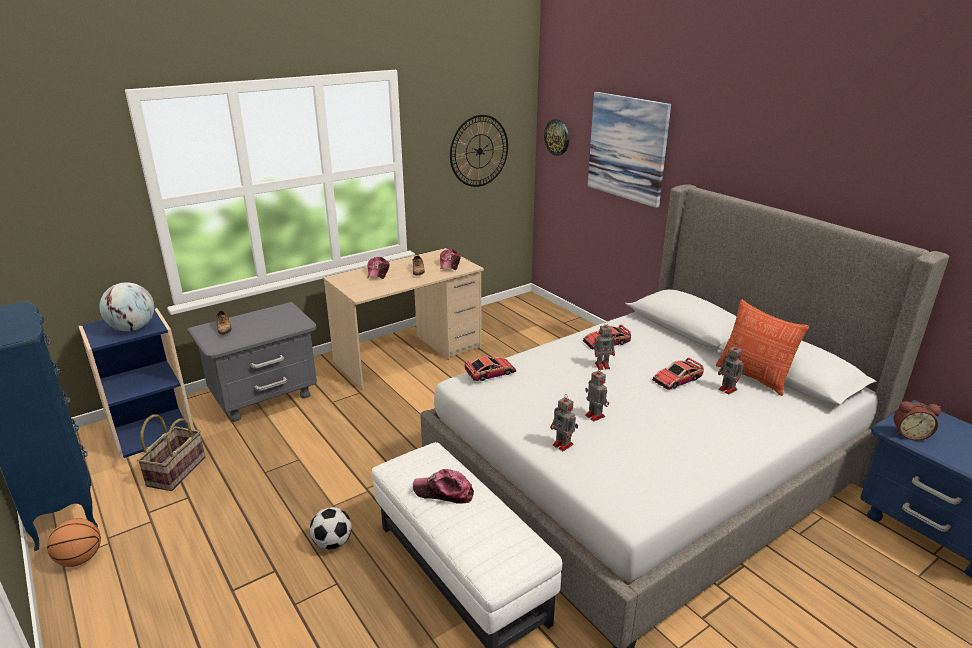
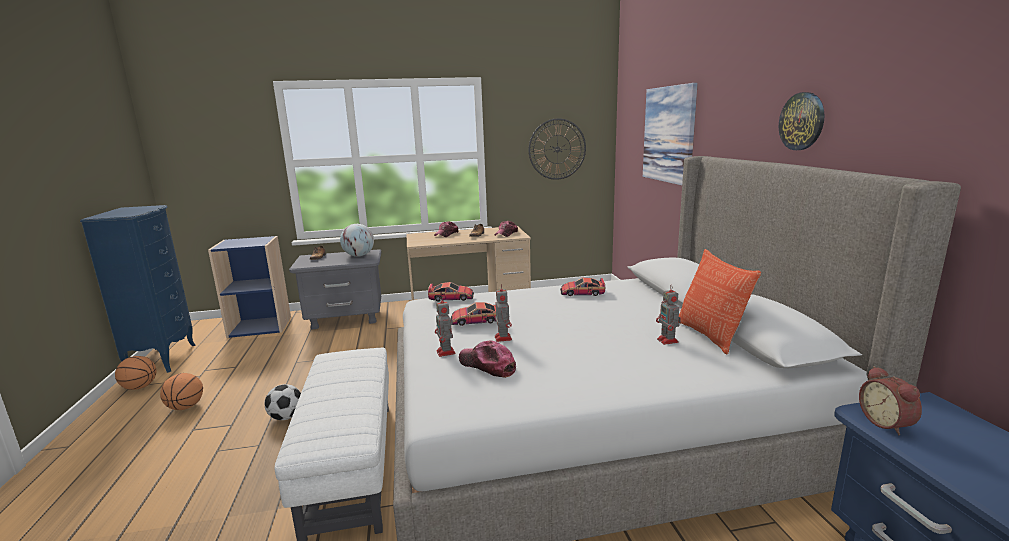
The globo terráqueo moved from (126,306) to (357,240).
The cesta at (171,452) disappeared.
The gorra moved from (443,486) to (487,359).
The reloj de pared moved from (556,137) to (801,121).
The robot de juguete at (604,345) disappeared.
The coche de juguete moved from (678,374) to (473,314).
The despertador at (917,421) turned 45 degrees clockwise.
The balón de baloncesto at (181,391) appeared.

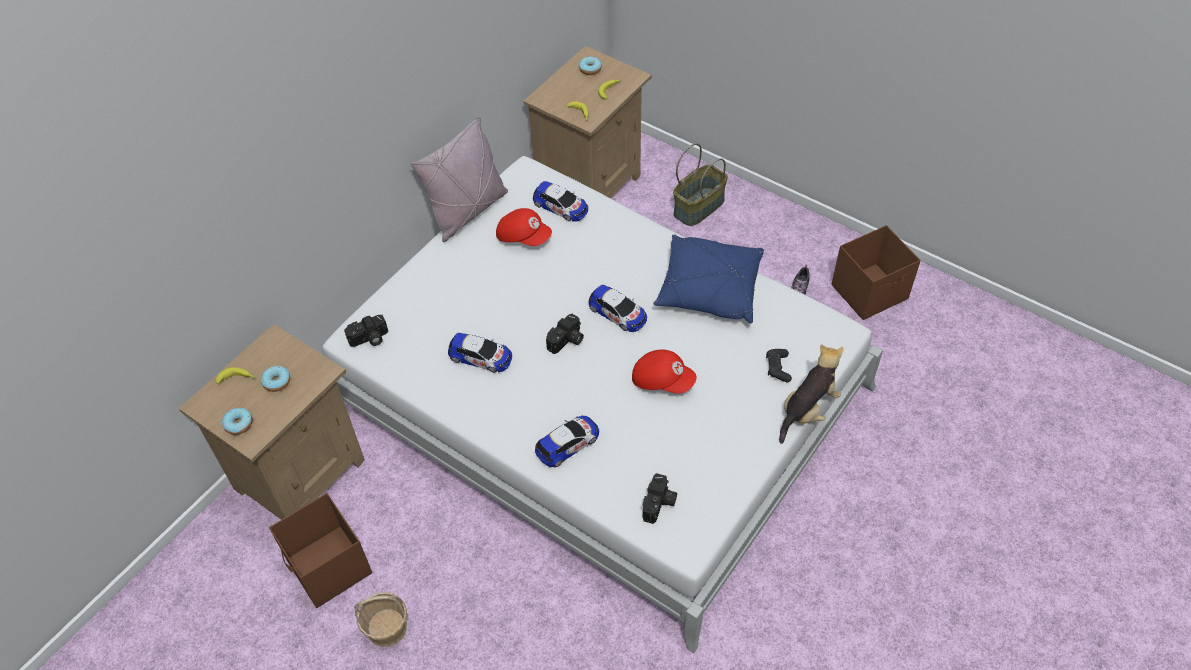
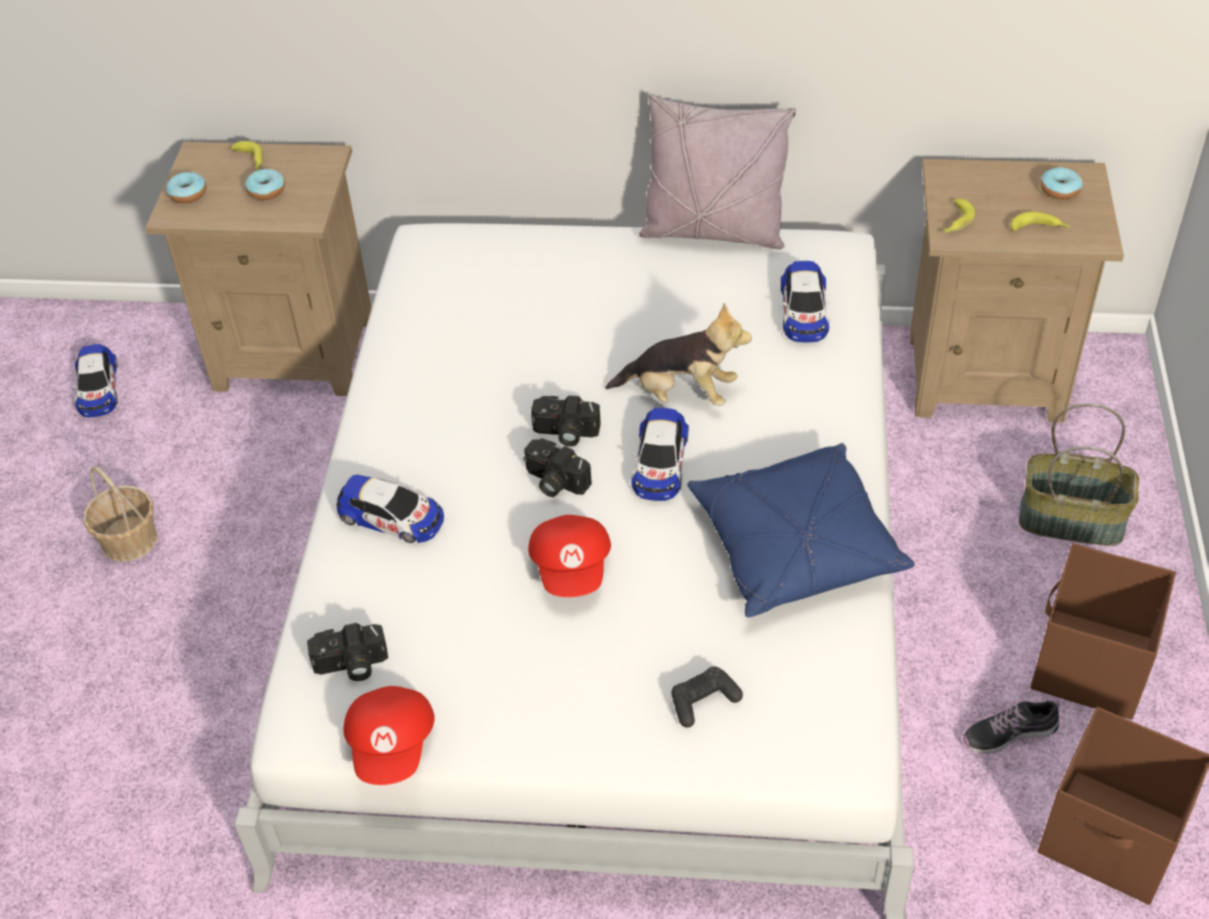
The caja de almacenaje [marrón] moved from (320,550) to (1103,631).
The cámara moved from (366,331) to (557,467).
The coche de juguete moved from (480,353) to (95,381).
The gorra [rojo] moved from (524,227) to (389,735).
The peluche moved from (811,394) to (678,354).

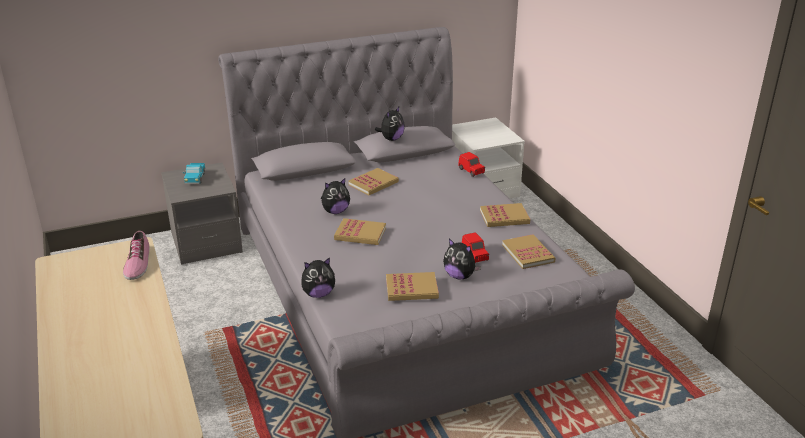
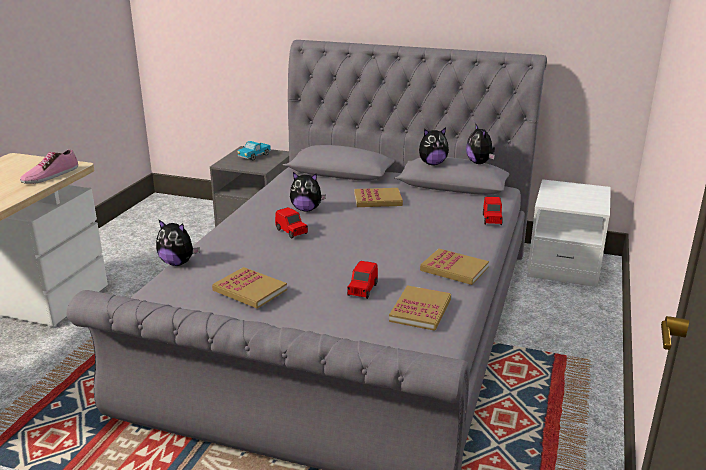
The libro at (360,231) was replaced by the coche de juguete [rojo] at (291,222).
The peluche moved from (462,259) to (480,143).

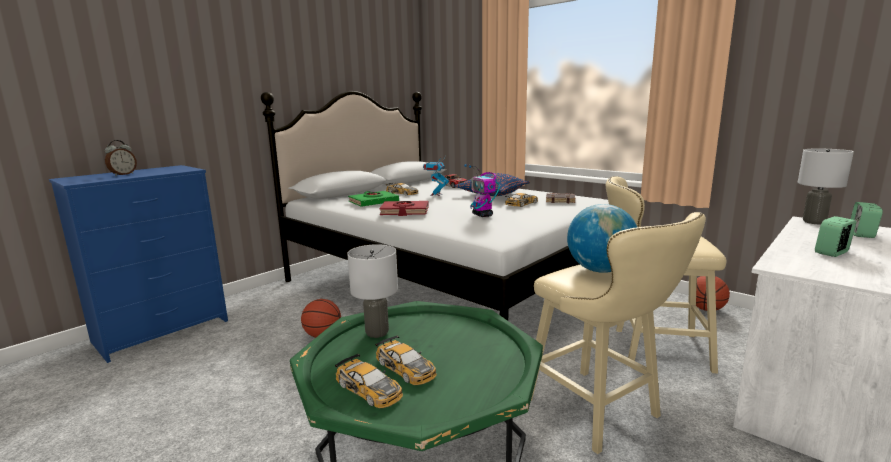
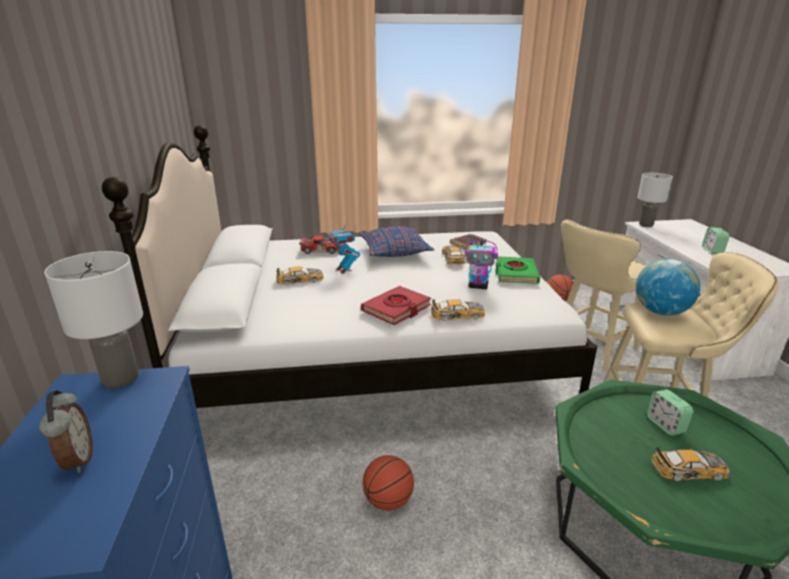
The coche de juguete moved from (369,381) to (458,310).
The lámpara de mesa [blanco] moved from (372,291) to (93,319).
The libro [verde] moved from (373,199) to (517,270).
The despertador moved from (867,220) to (669,412).

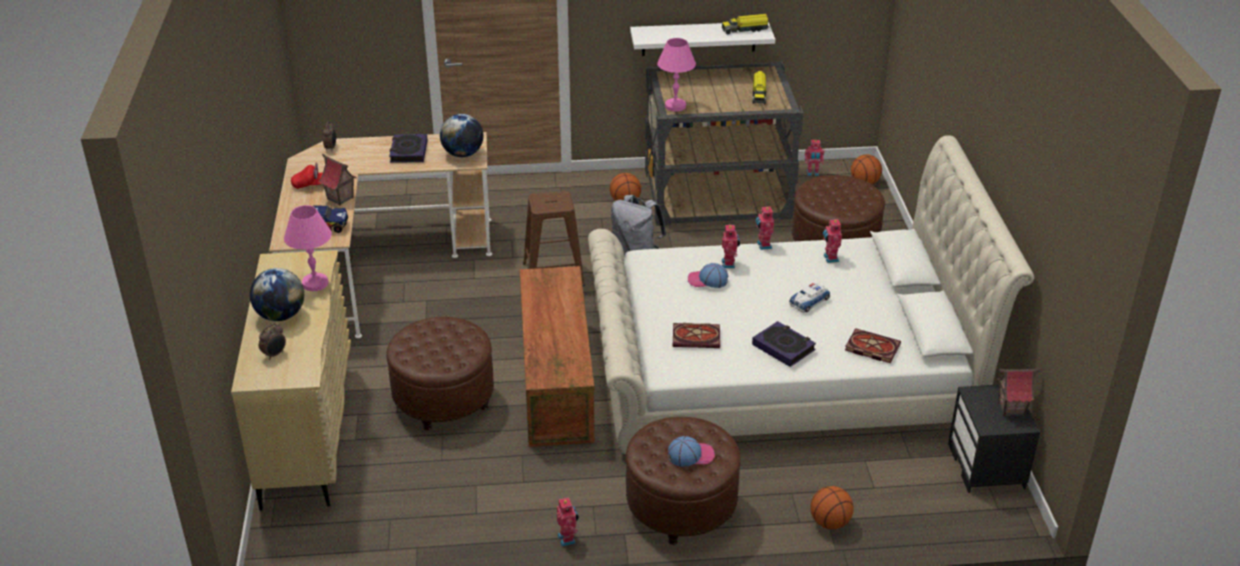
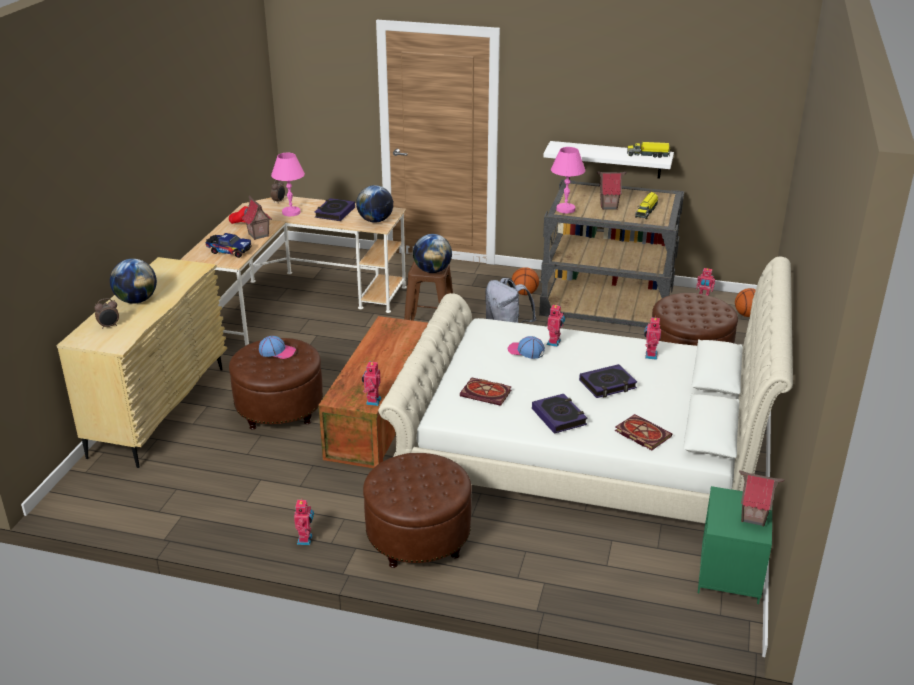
The lámpara de mesa [rosa] moved from (308,248) to (288,184).
The gorra moved from (691,451) to (277,347).
The robot de juguete moved from (765,228) to (372,383).
The coche de juguete at (810,297) was replaced by the libro at (608,381).
The balón de baloncesto at (832,507) disappeared.
The mesita de noche [negro] at (994,439) became the mesita de noche [verde] at (735,545).
The globo terráqueo at (432,253) appeared.
The casita at (611,191) appeared.

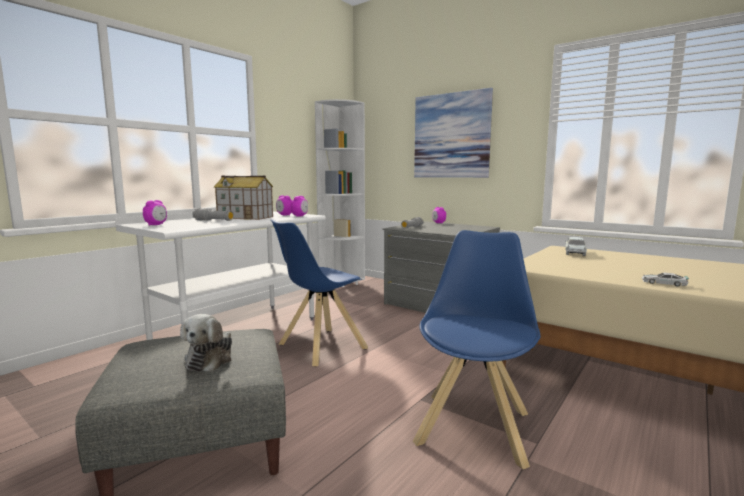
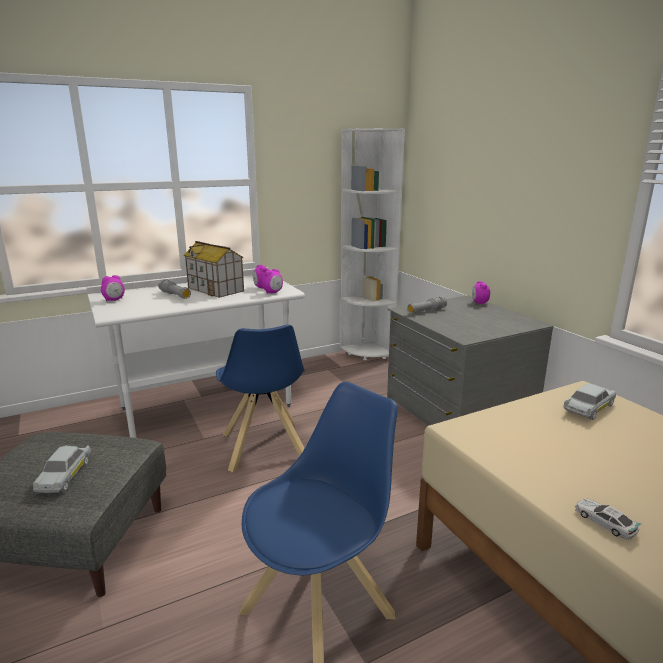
The peluche at (206,343) was replaced by the coche de juguete [blanco] at (62,469).
The silla [azul] at (319,293) turned 90 degrees counterclockwise.
The cuadro at (453,133) disappeared.

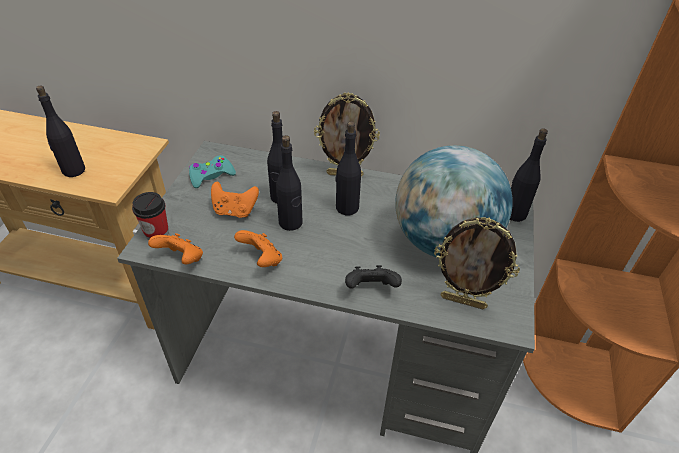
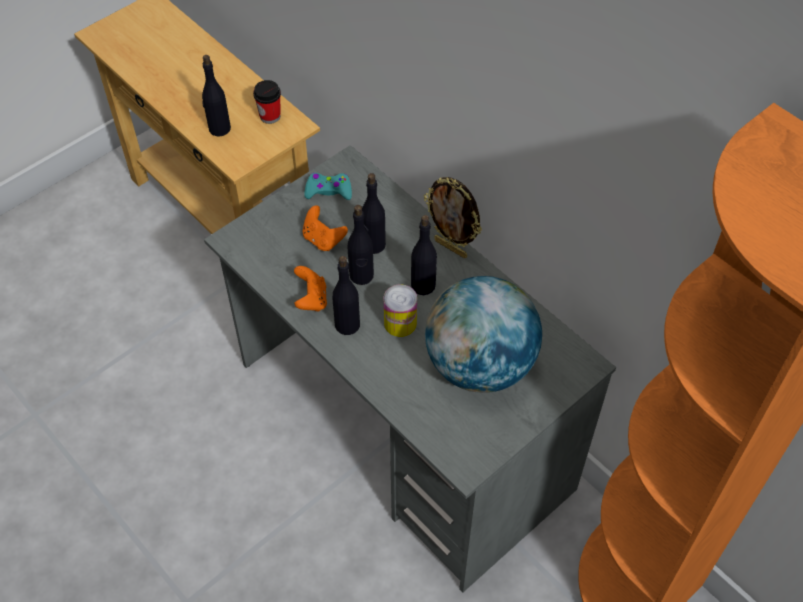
The taza moved from (150,216) to (267,102).
The mando de consola [naranja] at (175,248) disappeared.
The mando de consola [negro] at (373,277) disappeared.
The portarretratos at (477,263) disappeared.
The botella [negro] moved from (529,175) to (346,295).
The lata at (400,310) appeared.

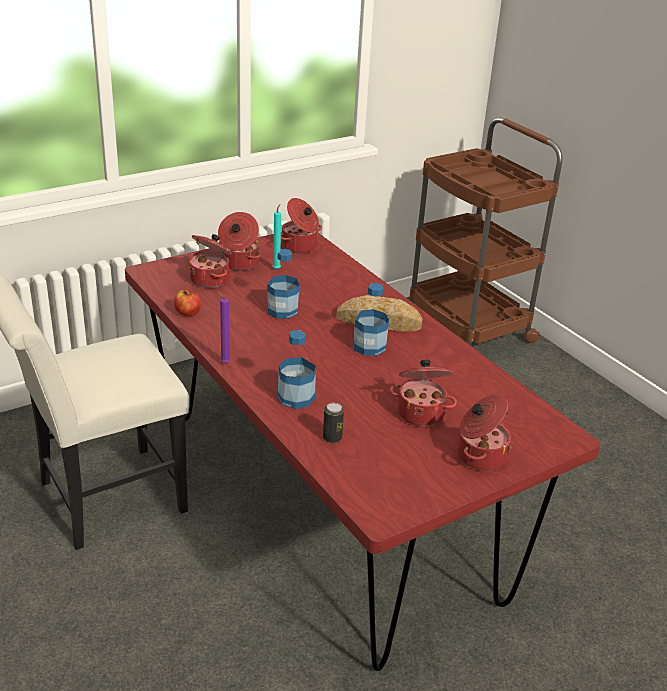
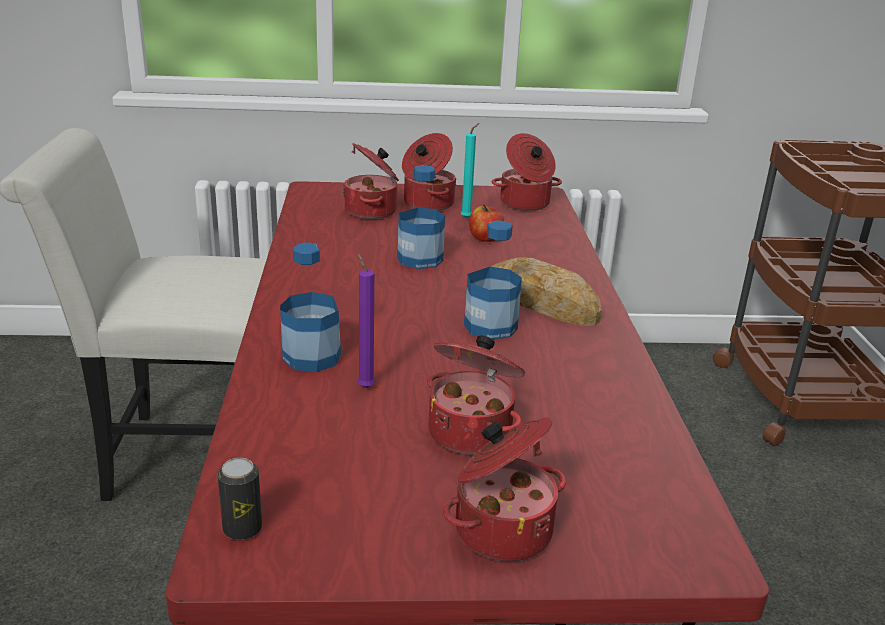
The manzana moved from (187,302) to (486,223).
The vela [morado] moved from (223,327) to (366,320).
The lata moved from (333,423) to (240,499).

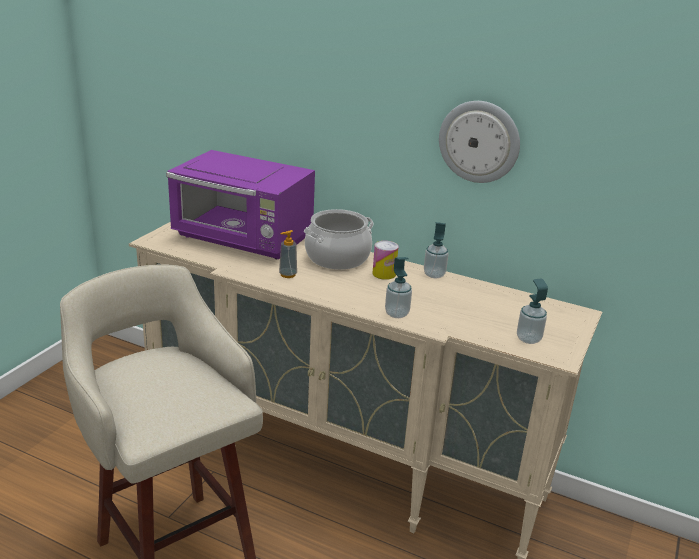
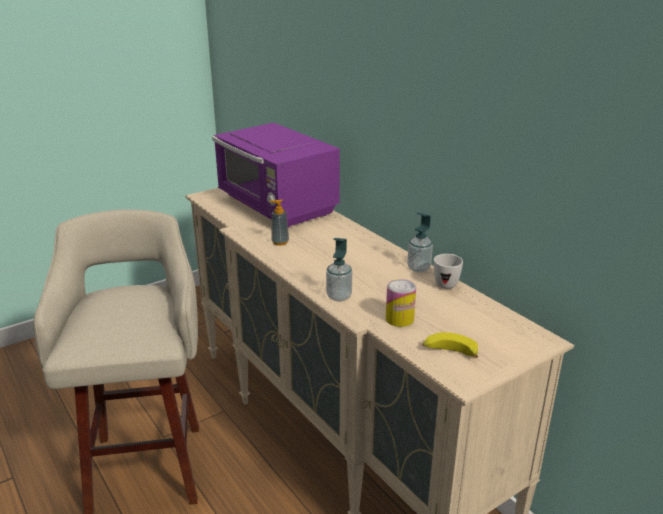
The olla at (339,239) disappeared.
The lata moved from (385,260) to (401,303).
The reloj de pared at (479,142) disappeared.
The dispensador de jabón at (532,311) was replaced by the plátano at (450,345).
The taza grande [blanco] at (448,271) appeared.

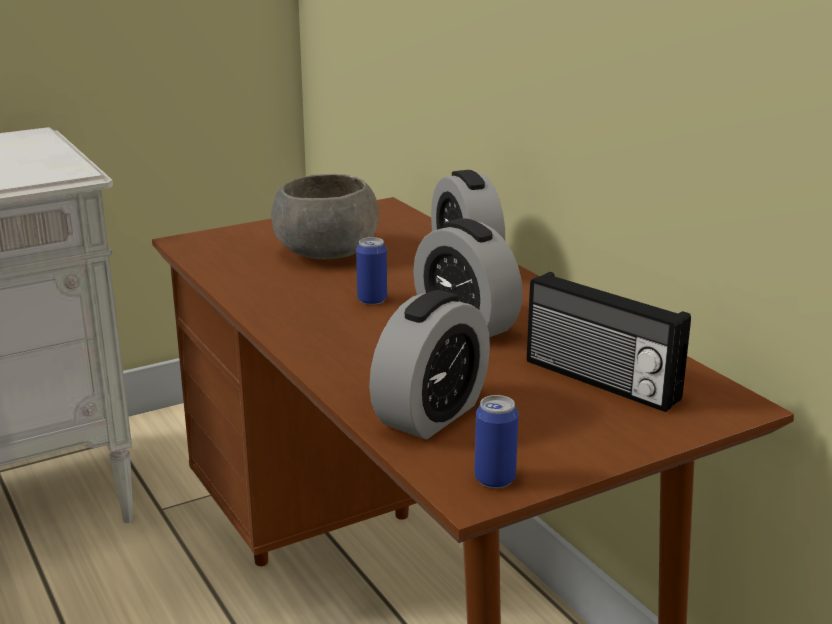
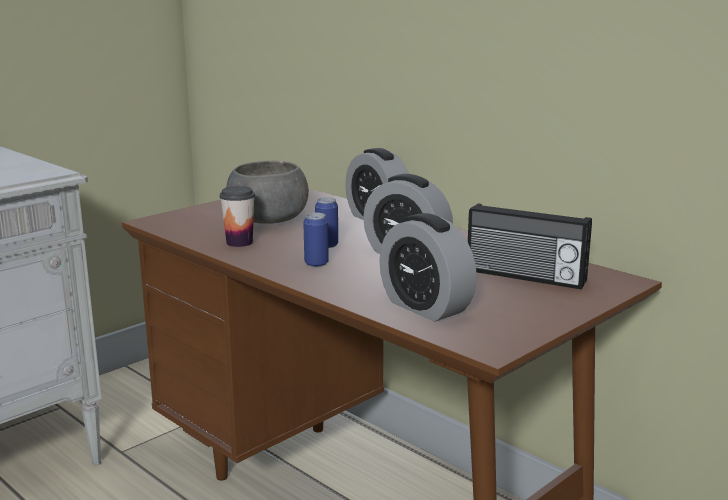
The despertador at (429,365) turned 120 degrees clockwise.
The lata moved from (496,441) to (316,240).
The taza at (237,216) appeared.

